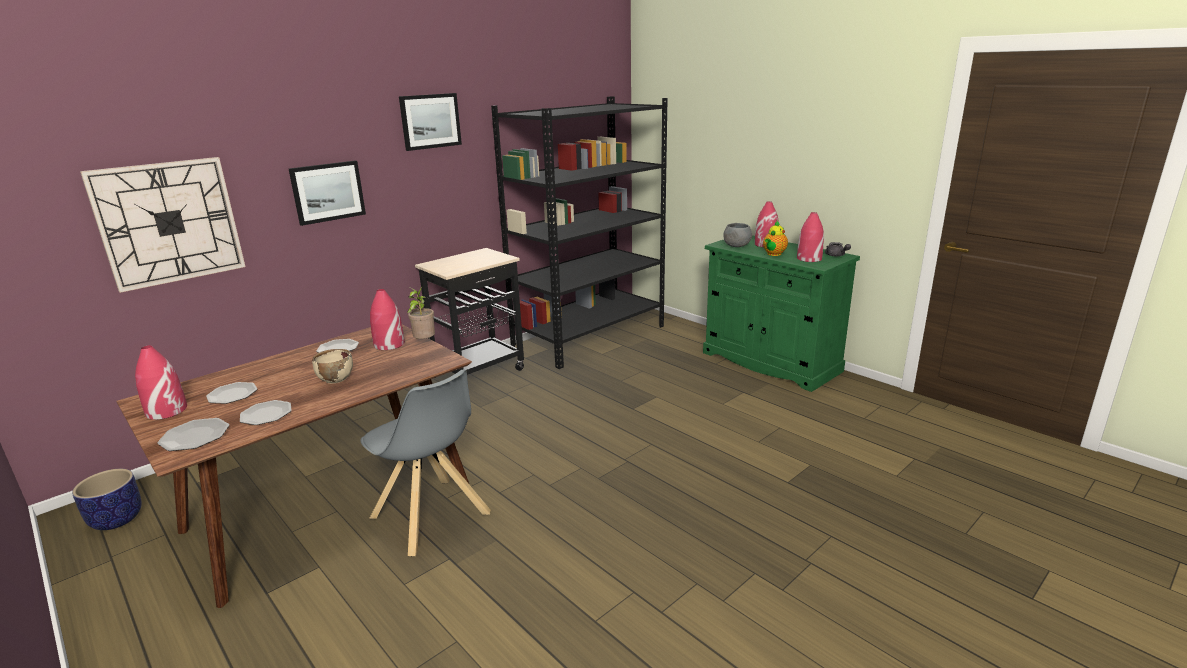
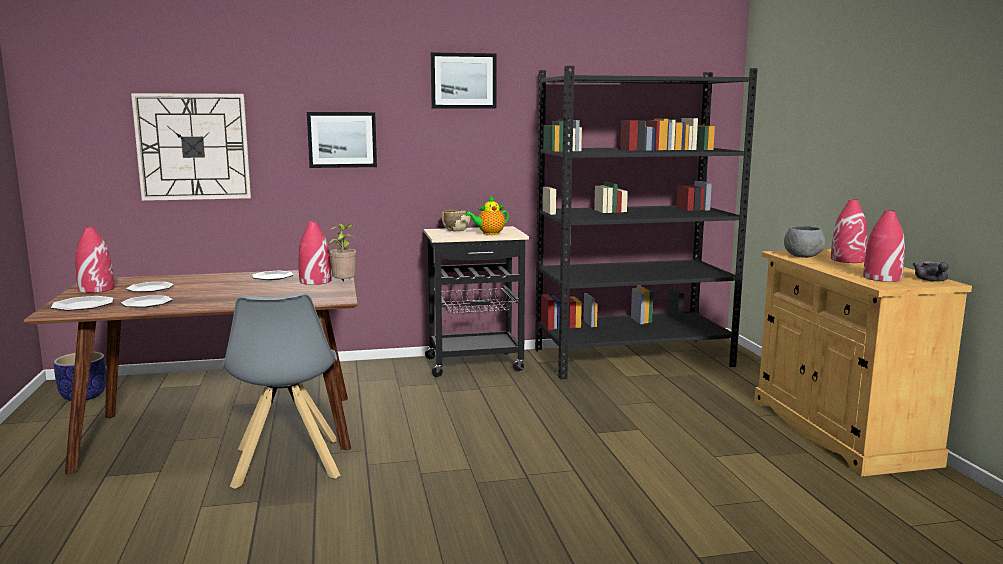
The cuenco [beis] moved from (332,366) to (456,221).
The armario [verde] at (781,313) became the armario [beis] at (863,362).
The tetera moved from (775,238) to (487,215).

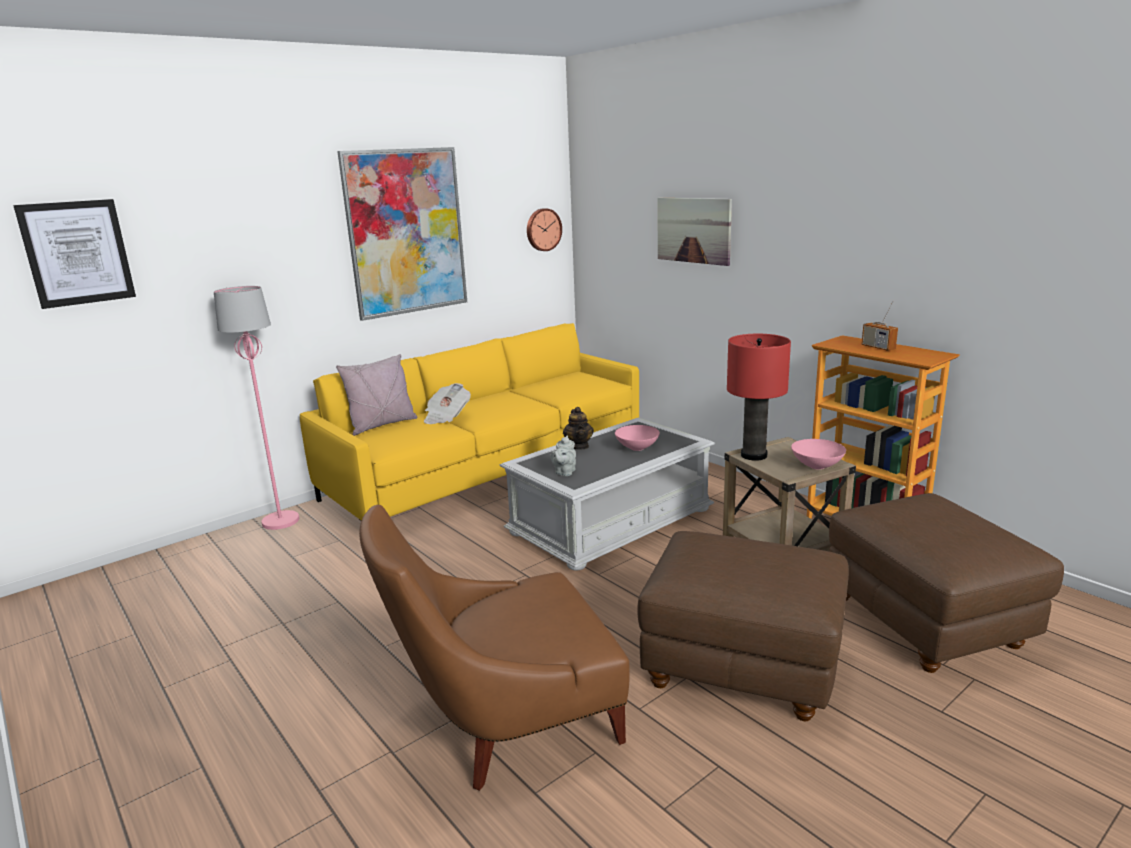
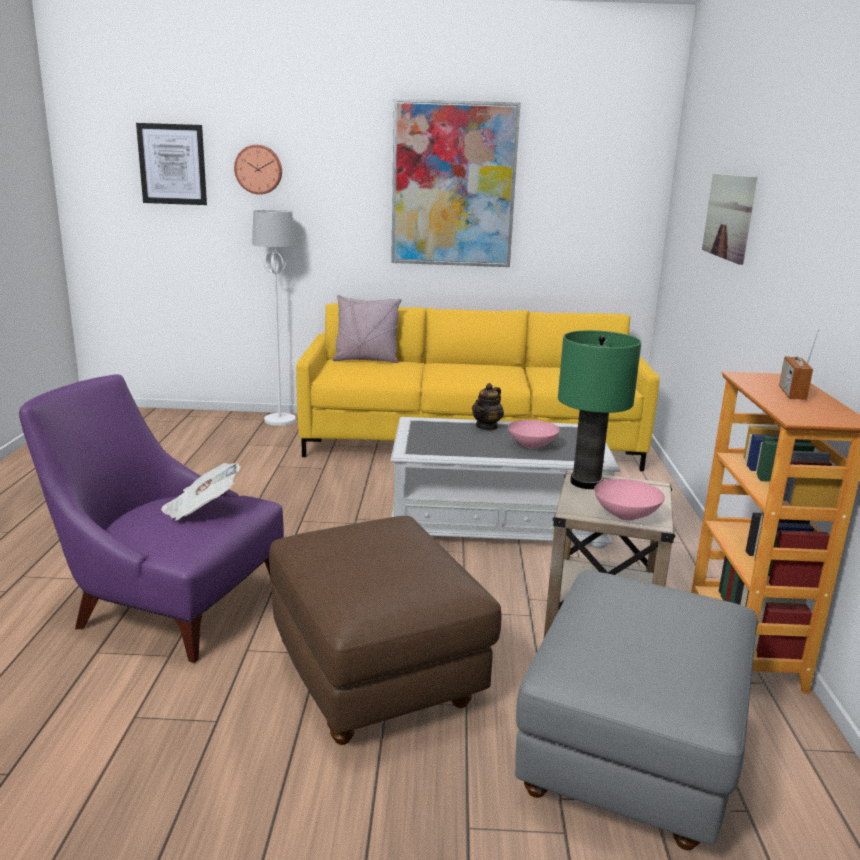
The lámpara de pie [rosa] at (256,408) became the lámpara de pie [blanco] at (274,318).
The sillón [marrón] at (494,648) became the sillón [morado] at (151,518).
The periódico moved from (447,403) to (201,492).
The reloj de pared moved from (544,229) to (258,169).
The tetera [gris] at (563,456) disappeared.
The lámpara de mesa [rojo] at (759,397) became the lámpara de mesa [verde] at (599,409).
The puf [marrón] at (946,583) became the puf [gris] at (636,710).

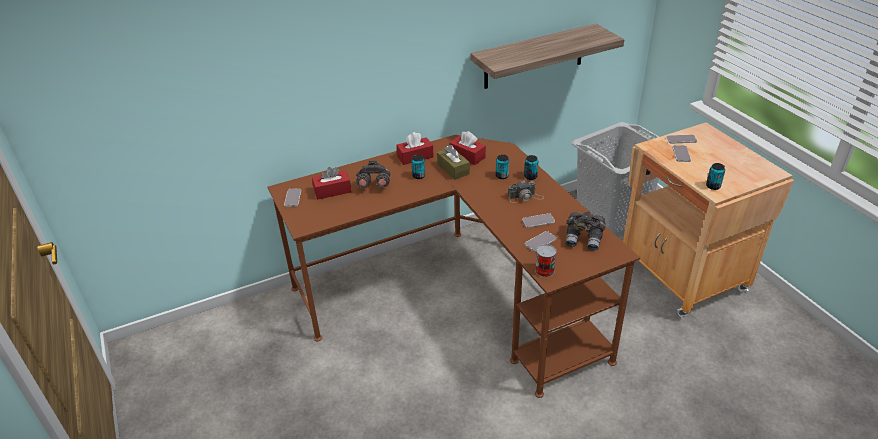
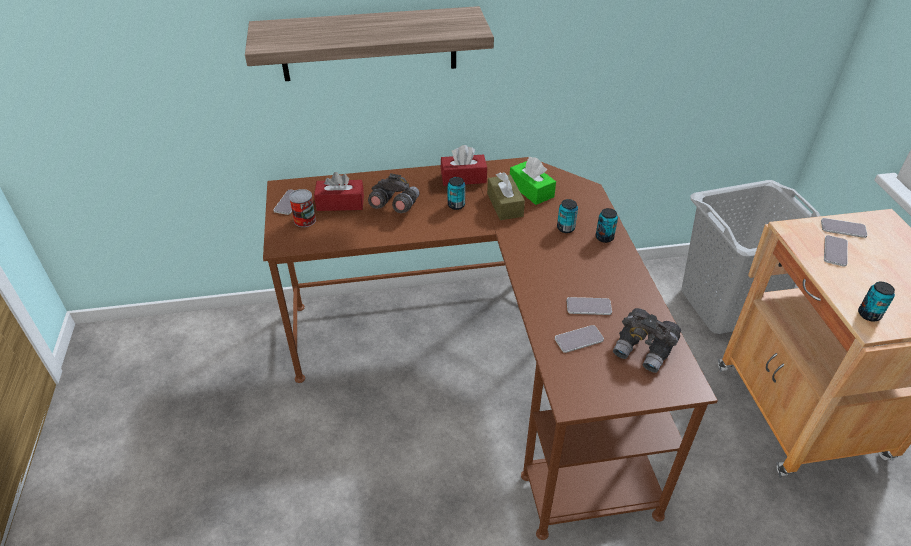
The caja de pañuelos [rojo] at (467,148) became the caja de pañuelos [verde] at (533,181).
The estante moved from (547,56) to (369,43).
The cámara at (526,192) disappeared.
The lata moved from (545,260) to (302,208).

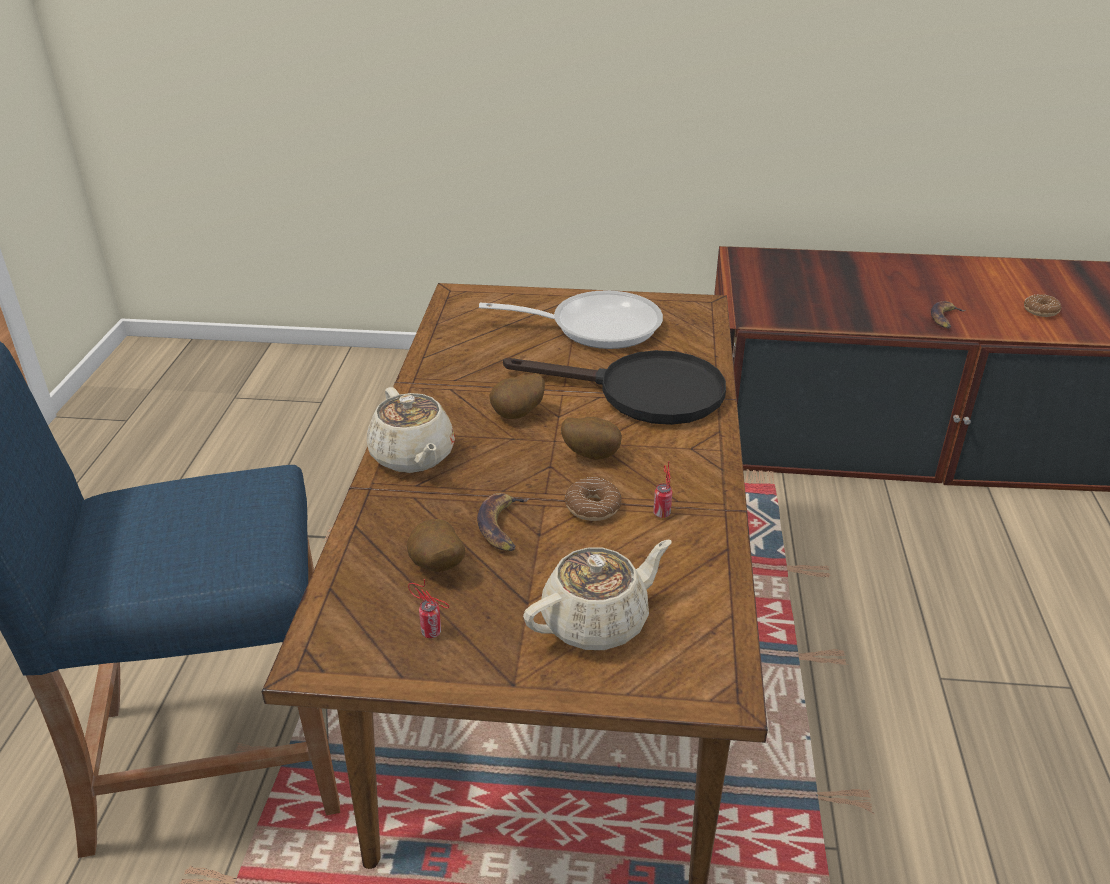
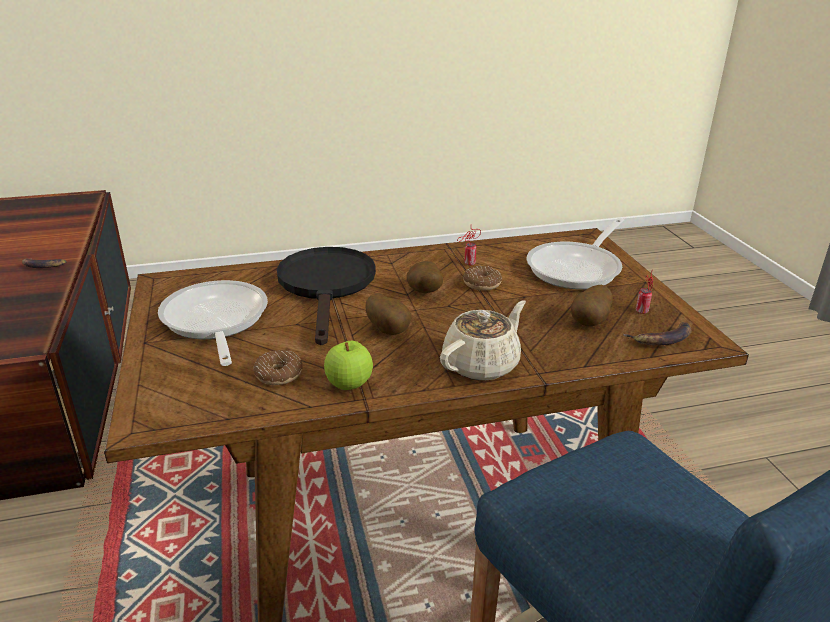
The plátano moved from (503,522) to (657,334).
The tetera [beis] at (597,595) was replaced by the sartén at (575,254).
The rosquilla moved from (1042,305) to (278,367).
The manzana at (348,365) appeared.

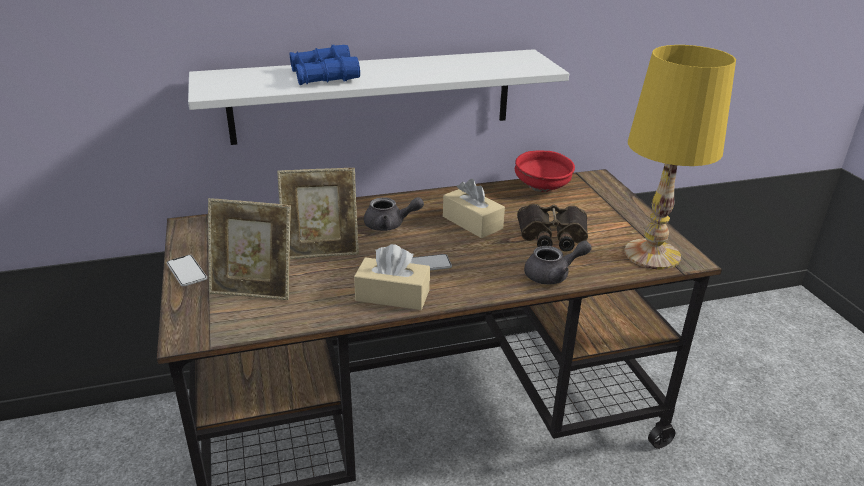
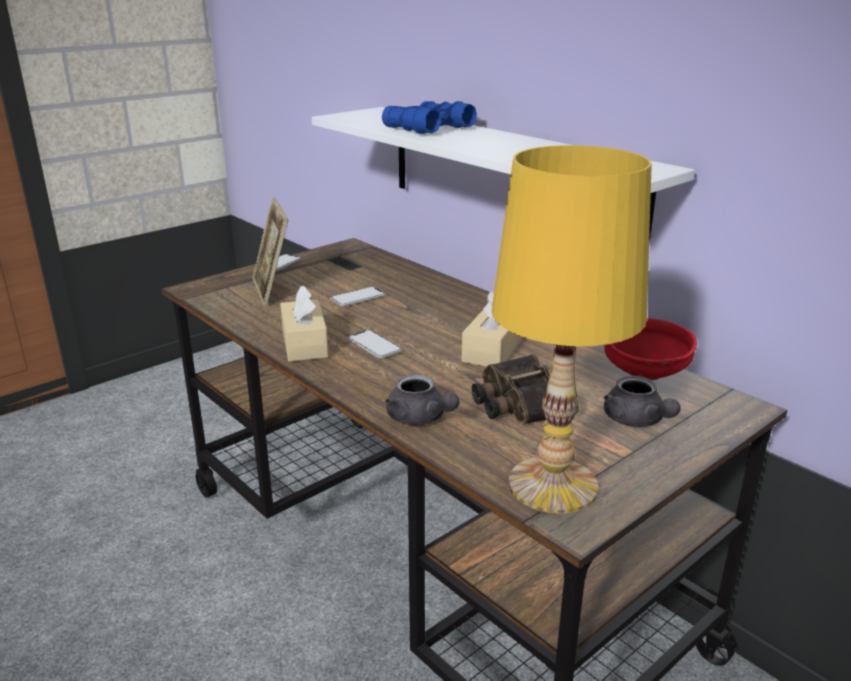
The portarretratos at (318,213) was replaced by the móvil at (357,296).
The tetera [gris] moved from (394,214) to (642,401).

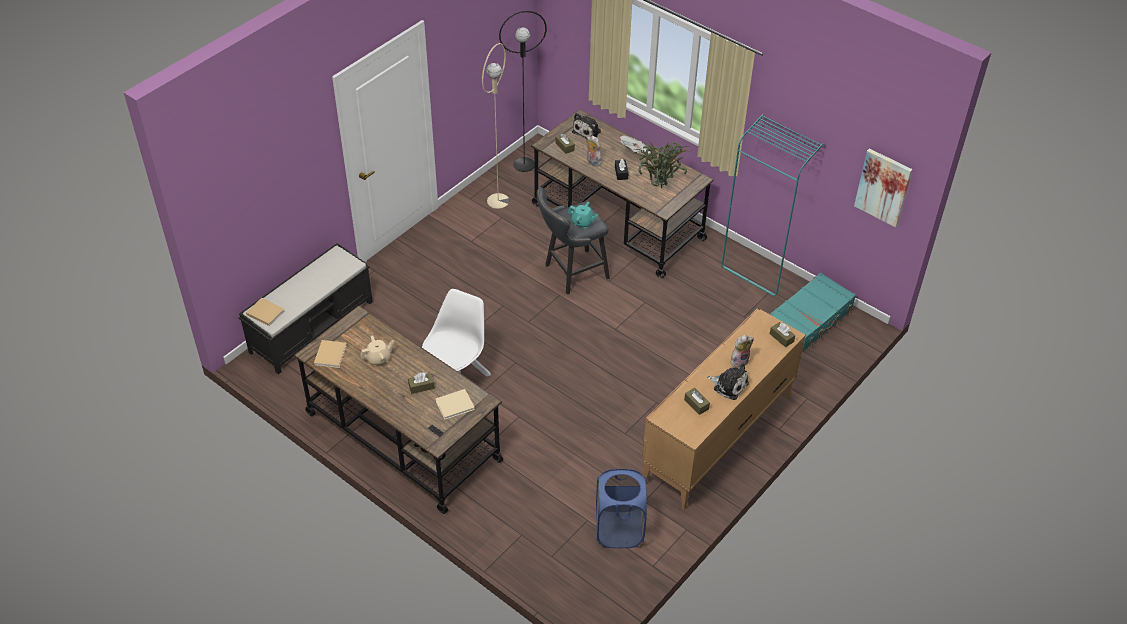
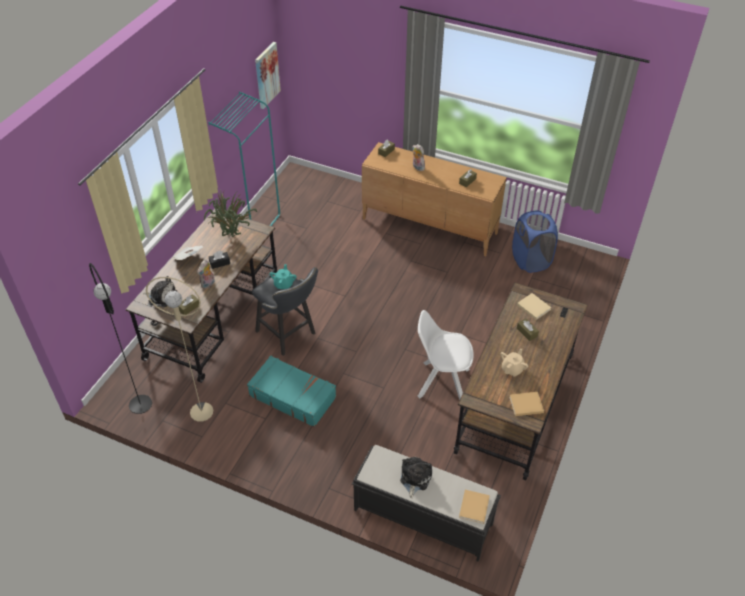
The tetera [beis] at (377,351) turned 75 degrees clockwise.
The peluche moved from (728,381) to (416,478).
The maleta [turquesa] moved from (813,312) to (291,391).

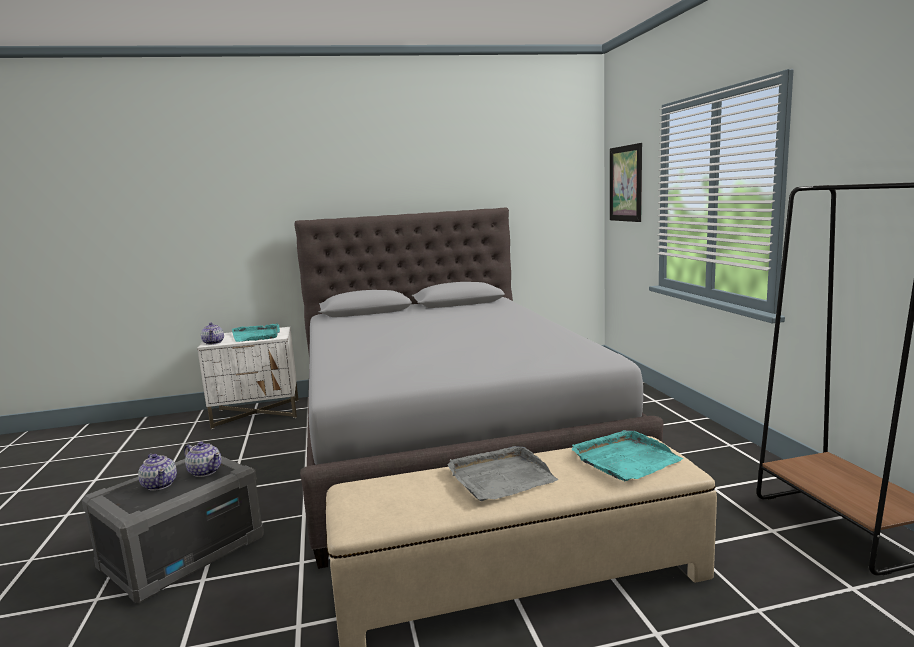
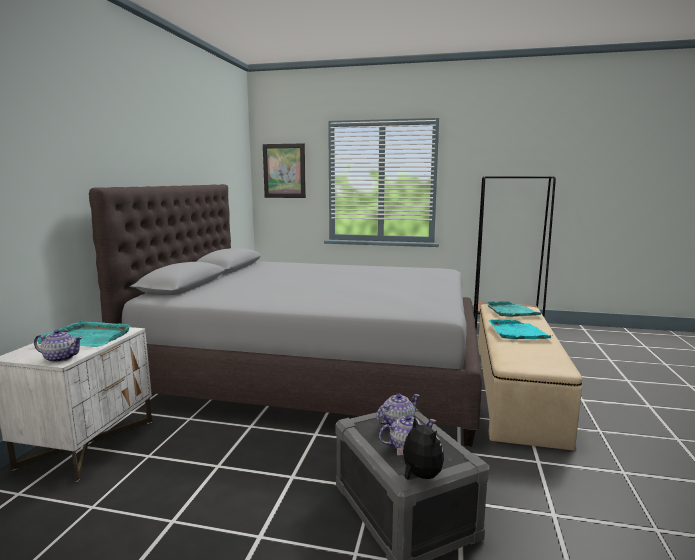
The bandeja [gris] at (502,473) became the bandeja [turquesa] at (520,329).
The peluche at (420,448) appeared.

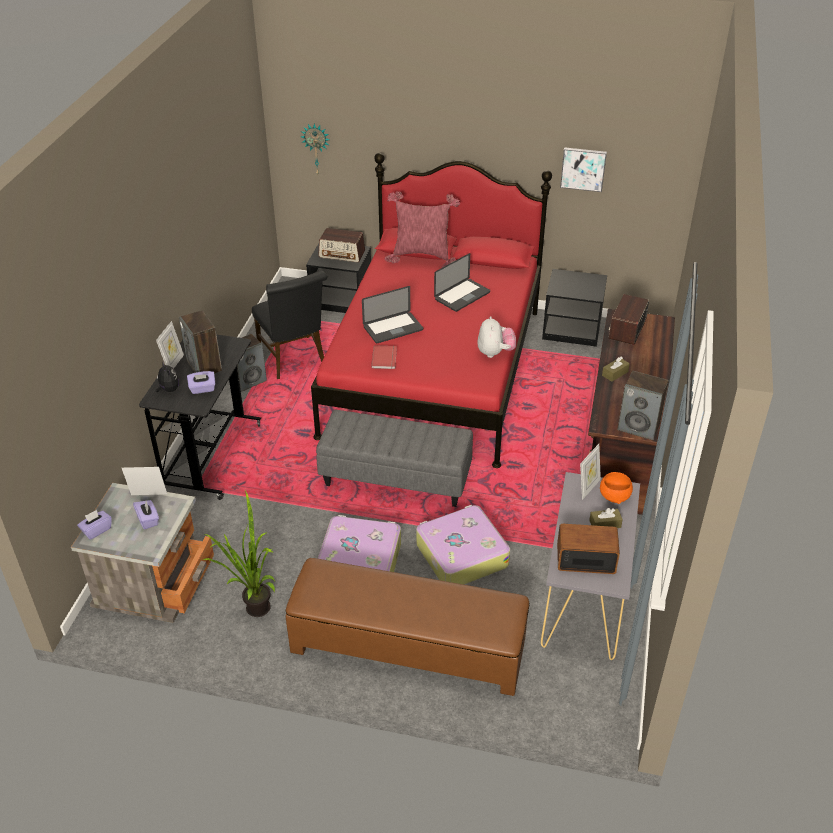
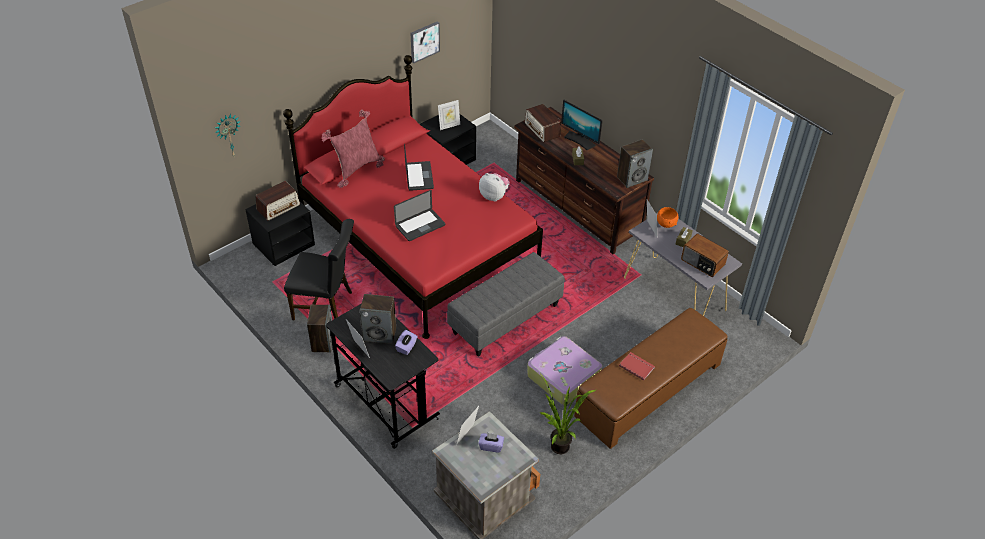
The caja de pañuelos [morado] at (94,525) disappeared.
The peluche at (167,377) disappeared.
The portátil at (392,314) turned 45 degrees clockwise.
The libro [rojo] moved from (384,357) to (637,366).
The maleta at (463,545) disappeared.
The radio at (588,549) turned 90 degrees counterclockwise.
The portarretratos at (449,115) appeared.
The monitor at (582,125) appeared.

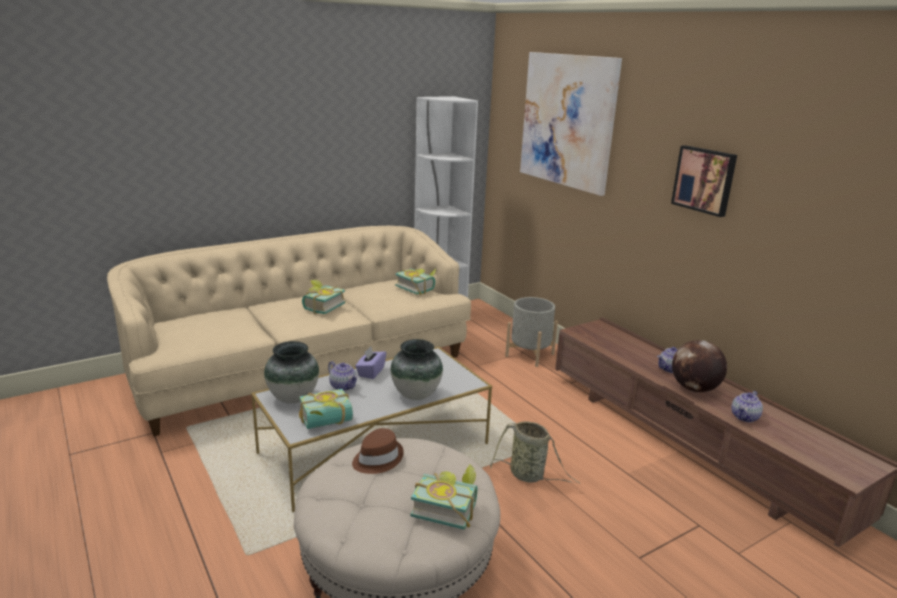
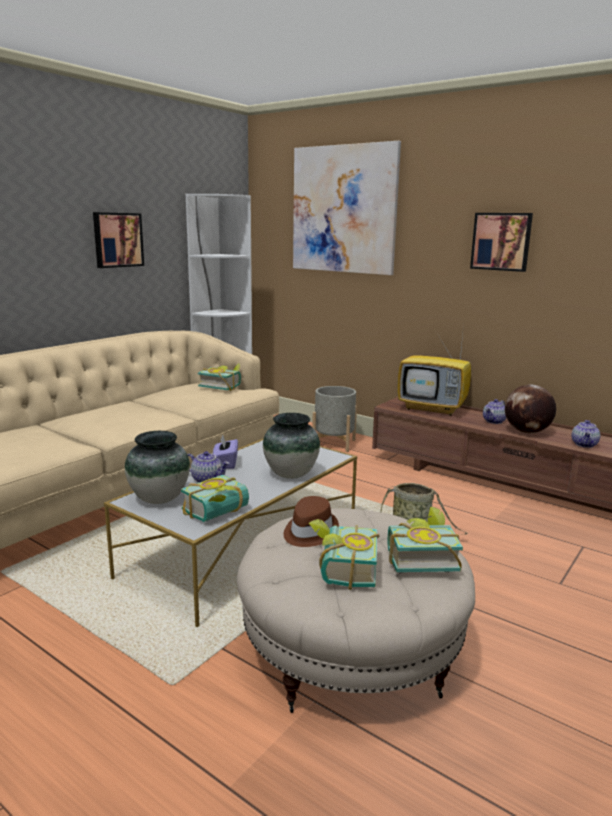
The libro moved from (324,297) to (344,554).
The cuadro at (118,240) appeared.
The televisor at (434,373) appeared.

